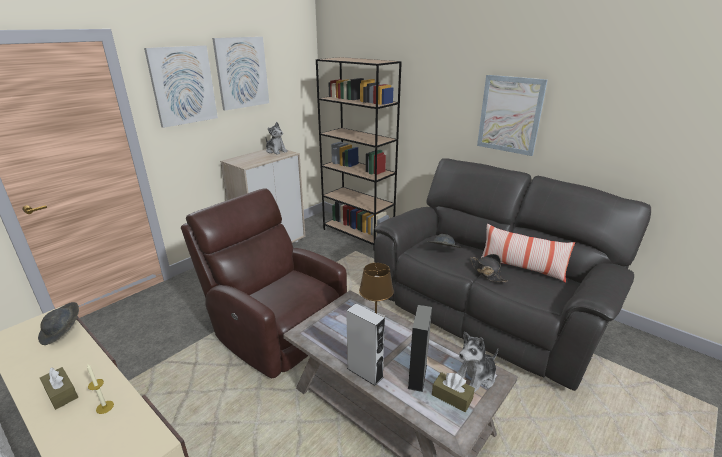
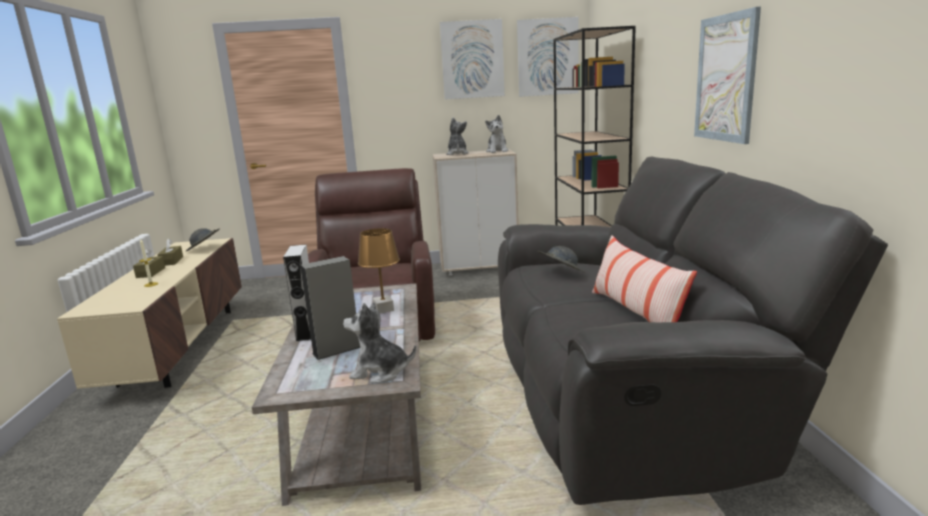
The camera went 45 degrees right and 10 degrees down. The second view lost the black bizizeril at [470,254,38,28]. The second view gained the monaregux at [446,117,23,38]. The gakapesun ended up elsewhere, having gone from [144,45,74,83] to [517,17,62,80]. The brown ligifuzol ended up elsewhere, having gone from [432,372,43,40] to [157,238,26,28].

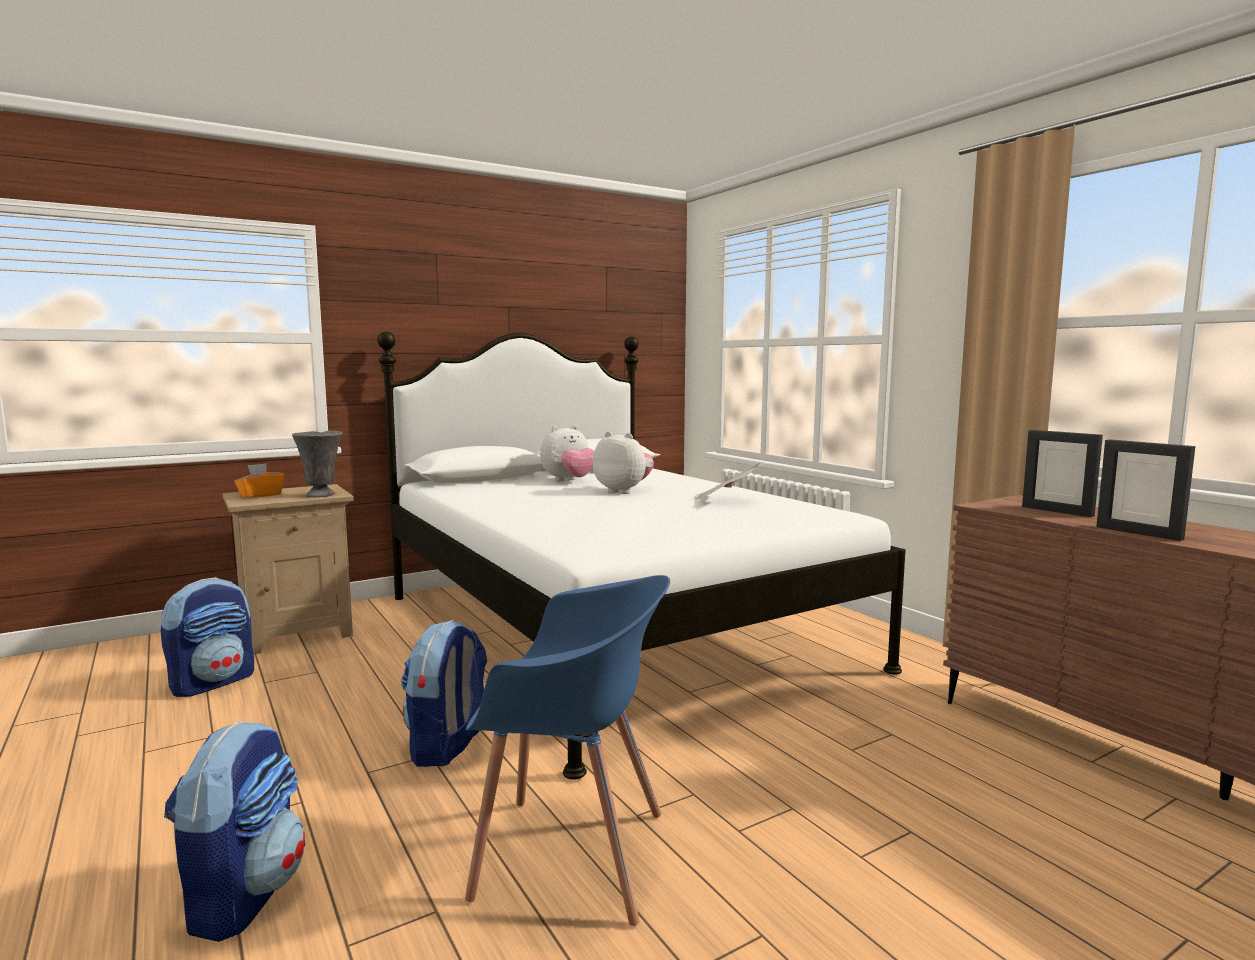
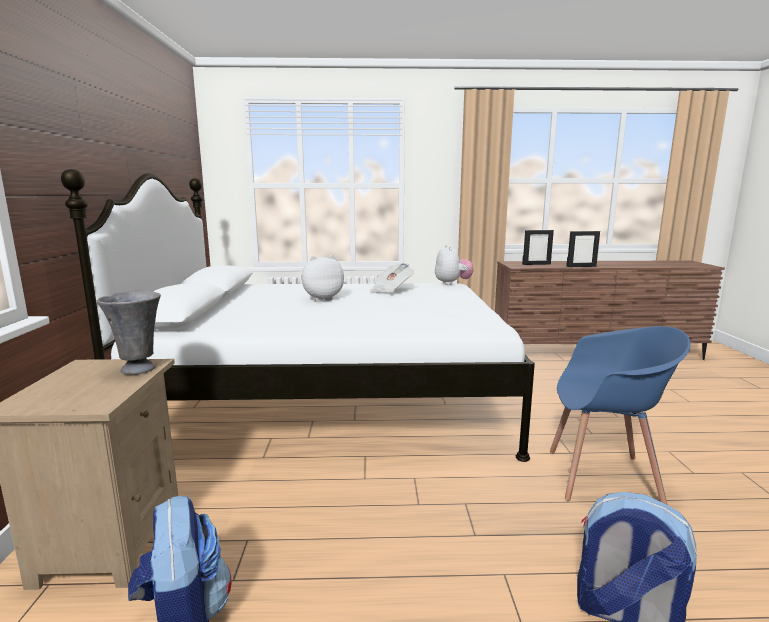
The camera went 60 degrees left and 5 degrees up. The second view lost the orange ligifuzol at [234,463,51,35]. The second view lost the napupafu at [401,620,87,147]. The monaregux ended up elsewhere, having gone from [540,425,54,57] to [435,245,38,40]. The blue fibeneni at [465,575,205,351] ended up facing another way, 60 degrees clockwise from before.

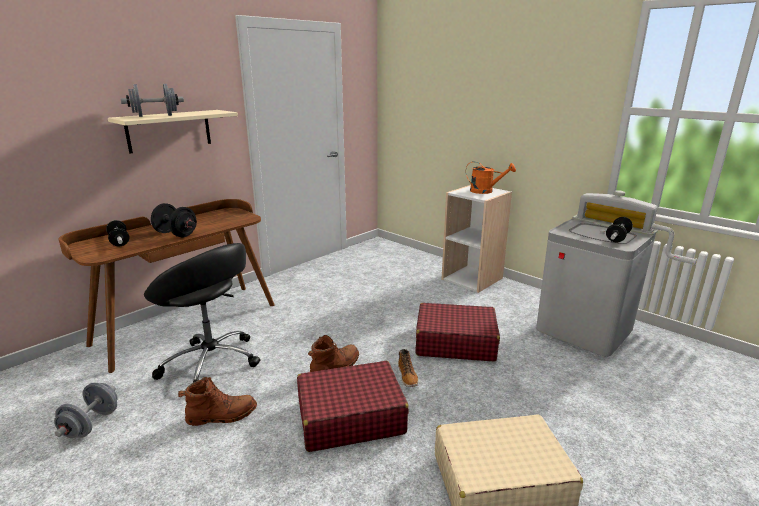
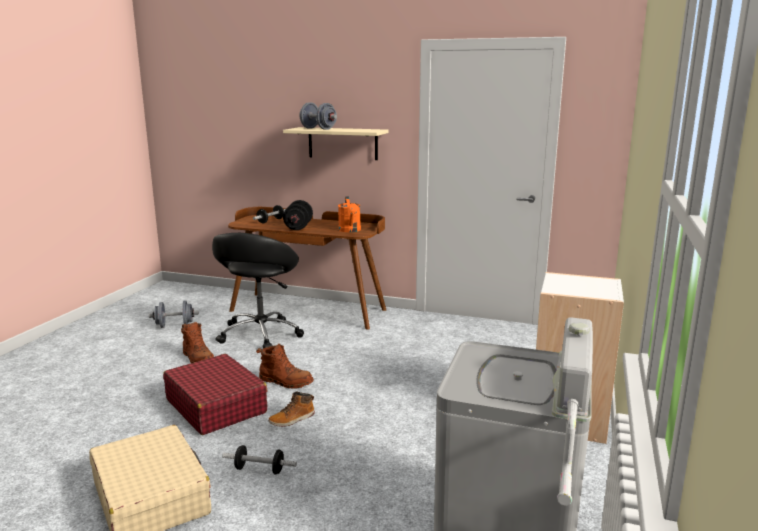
The camera went 65 degrees right and 5 degrees down. The second view lost the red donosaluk at [416,303,84,58]. The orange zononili ended up elsewhere, having gone from [466,161,50,33] to [338,196,23,36]. The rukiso ended up elsewhere, having gone from [606,217,27,26] to [222,445,75,29].

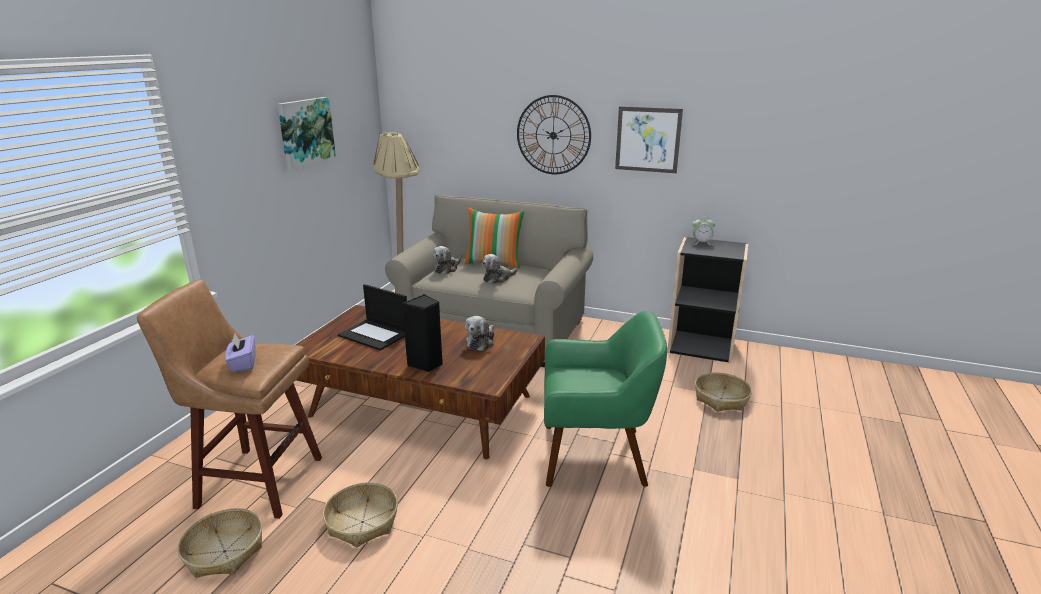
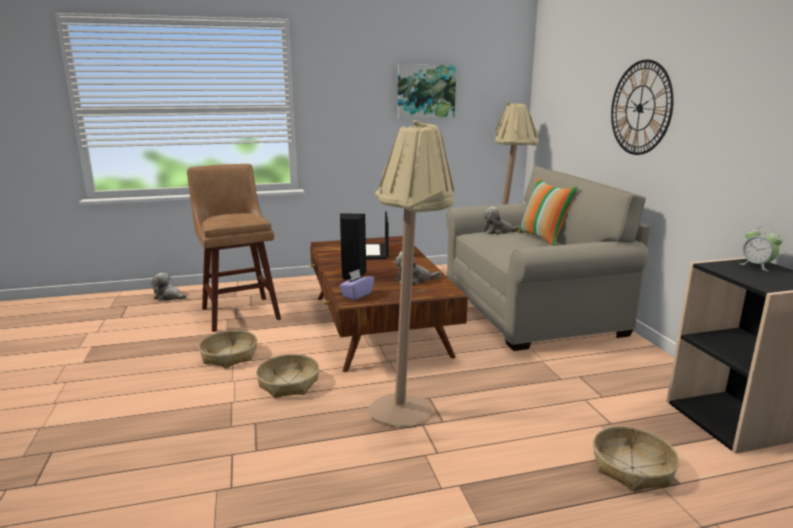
The camera went 55 degrees right and 5 degrees down. The second view lost the gakapesun at [615,106,68,67]. The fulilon ended up elsewhere, having gone from [178,508,85,70] to [256,354,63,44]. The purple ligifuzol ended up elsewhere, having gone from [225,334,31,38] to [339,269,35,31]. The monaregux ended up elsewhere, having gone from [482,254,36,30] to [151,273,36,28]. Where the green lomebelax stood at [544,311,123,176], the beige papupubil came to stand at [368,120,87,307].

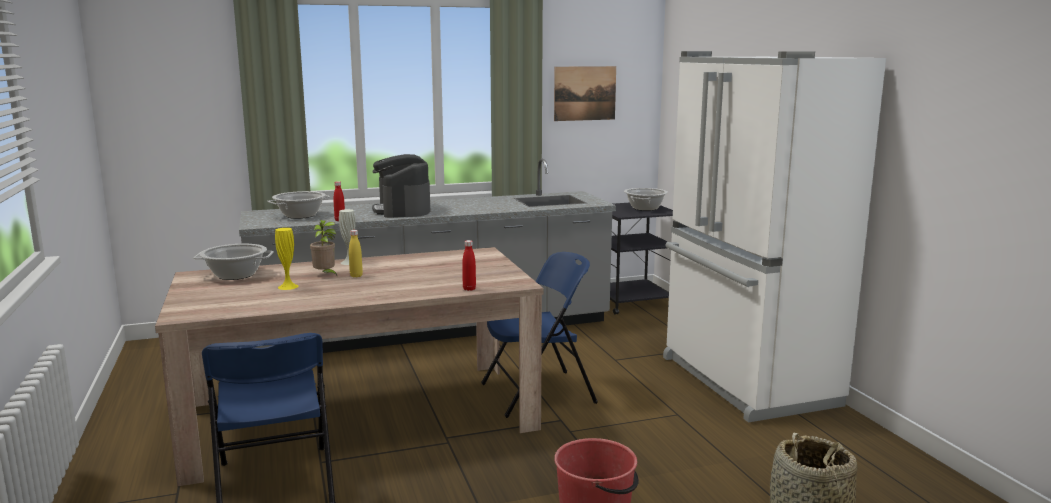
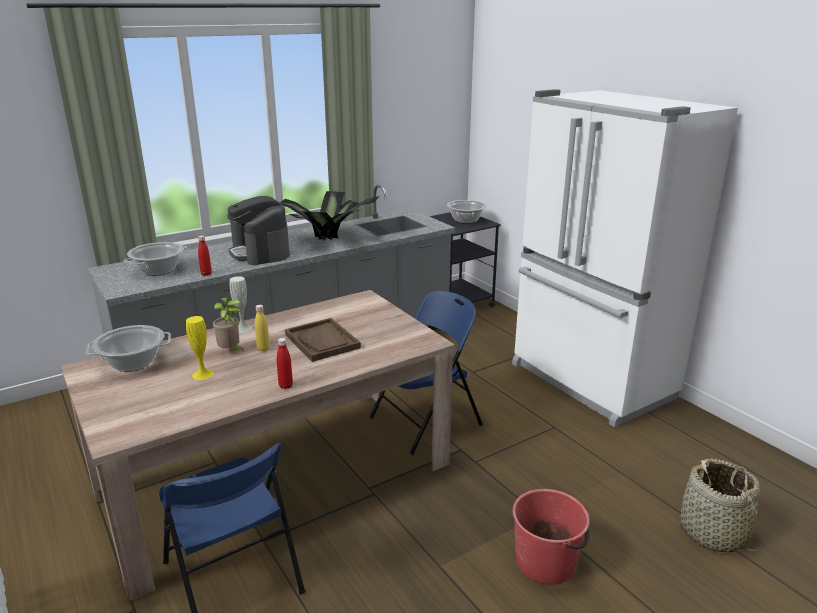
The camera went 15 degrees left and 10 degrees up. The second view lost the gakapesun at [554,66,62,55]. The second view gained the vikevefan at [280,191,100,49]. The second view gained the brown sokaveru at [285,318,76,44]. The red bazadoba ended up elsewhere, having gone from [462,240,14,51] to [277,338,16,51].

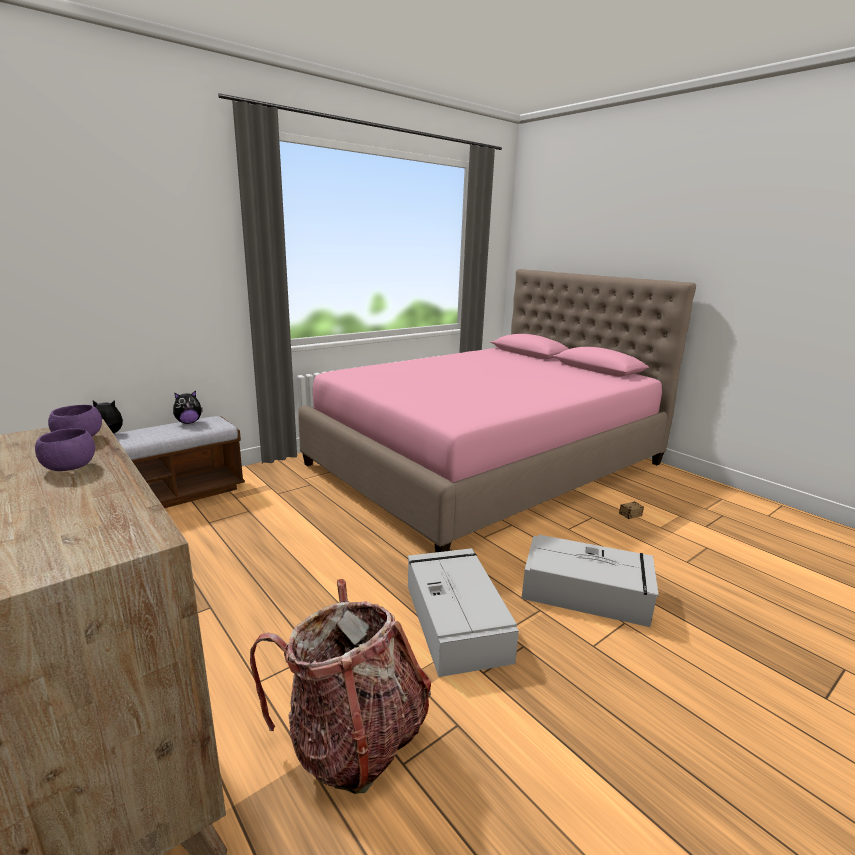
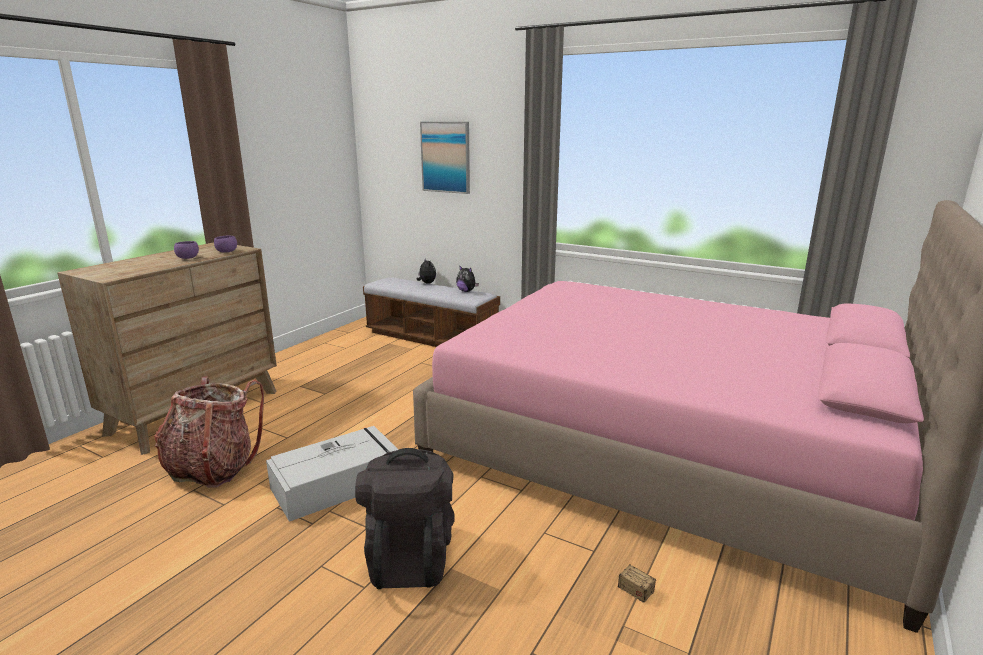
The camera went 70 degrees right and 0 degrees up. The second view gained the gakapesun at [420,122,50,72]. Where the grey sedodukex stood at [522,534,137,93], the black napupafu came to stand at [355,448,100,141].

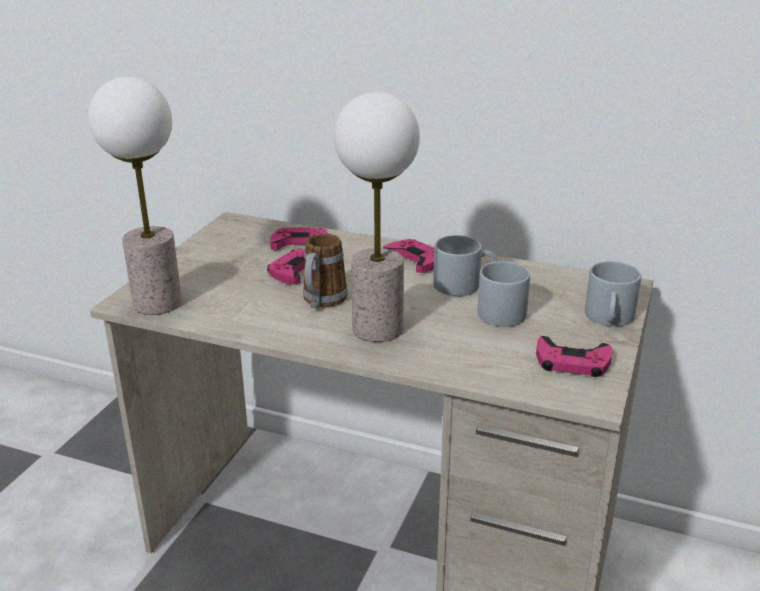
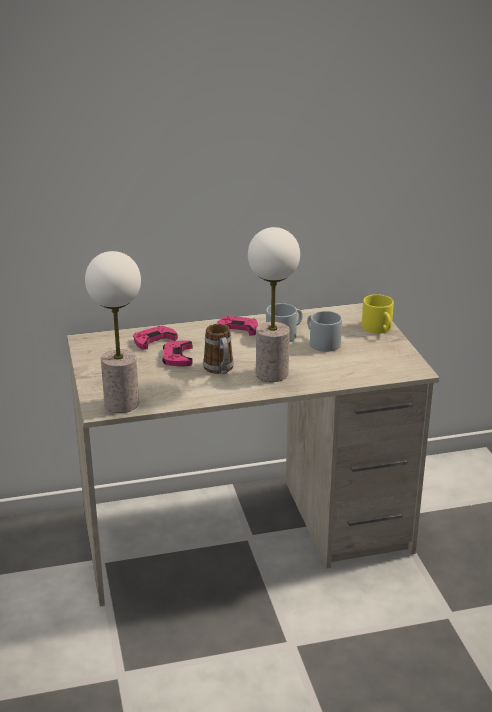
The camera went 35 degrees left and 0 degrees up. The second view lost the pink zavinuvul at [536,336,76,41]. What was the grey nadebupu at [585,261,56,66] turned into the yellow nadebupu at [362,294,32,40].

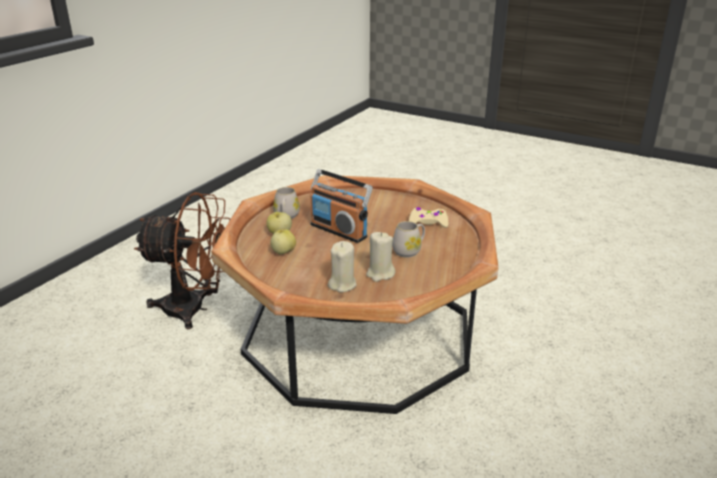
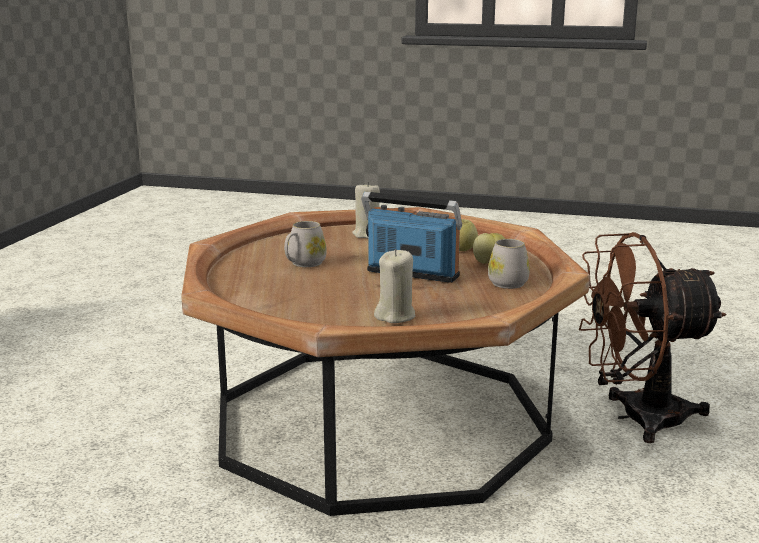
The camera went 165 degrees right and 10 degrees down. The second view lost the beige zavinuvul at [409,207,39,21]. The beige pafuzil ended up elsewhere, having gone from [366,232,29,50] to [374,249,41,74].

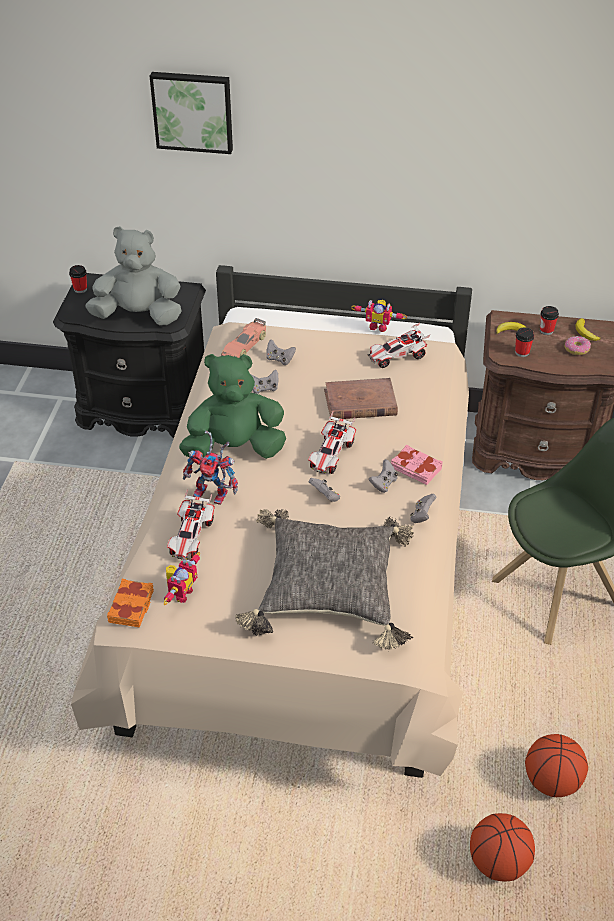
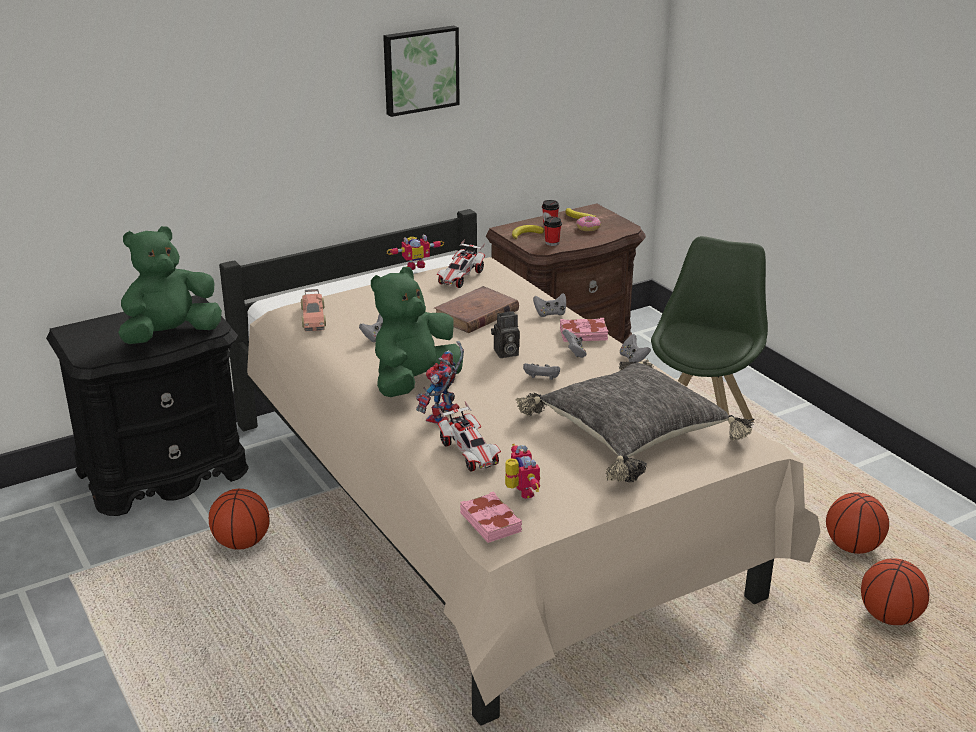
The camera went 40 degrees left and 15 degrees down. The second view lost the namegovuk at [69,265,18,28]. The second view gained the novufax at [209,489,61,61]. The gakapesun ended up elsewhere, having gone from [150,72,83,82] to [383,26,77,91]. The grey zavinuvul ended up elsewhere, having gone from [266,339,30,26] to [533,293,33,24]. Where the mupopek stood at [308,412,48,62], the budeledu came to stand at [491,311,29,47]. What was the grey monaregux at [85,226,97,99] turned into the green monaregux at [118,226,104,118]. What was the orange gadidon at [107,579,47,48] turned into the pink gadidon at [460,491,62,52]. The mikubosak at [183,430,55,75] ended up facing another way, 135 degrees clockwise from before.

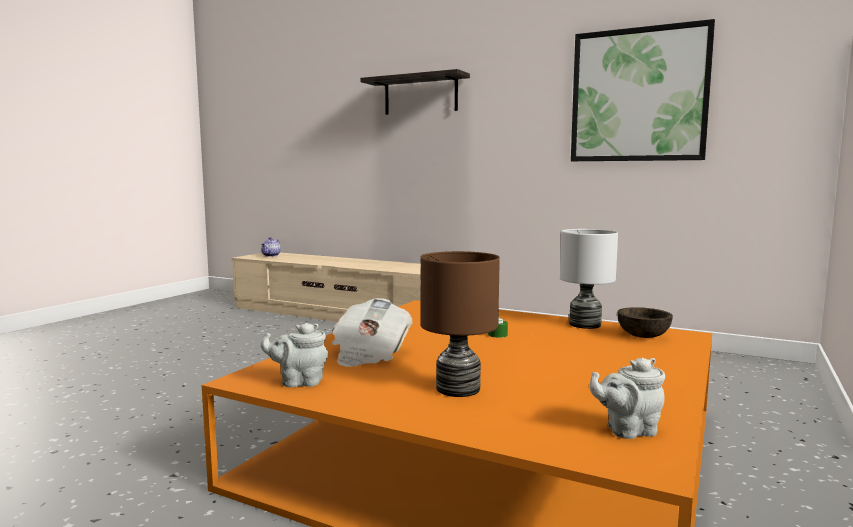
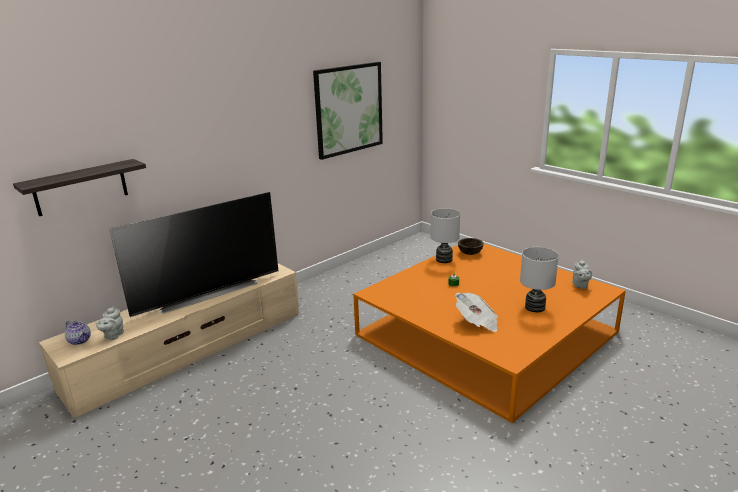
The camera went 70 degrees left and 15 degrees up. The second view gained the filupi at [109,192,169,125]. The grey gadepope ended up elsewhere, having gone from [261,323,67,64] to [96,306,28,34]. The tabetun ended up elsewhere, having gone from [360,69,110,46] to [13,159,133,57]. What was the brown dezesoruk at [421,251,79,146] turned into the grey dezesoruk at [520,247,39,65].

